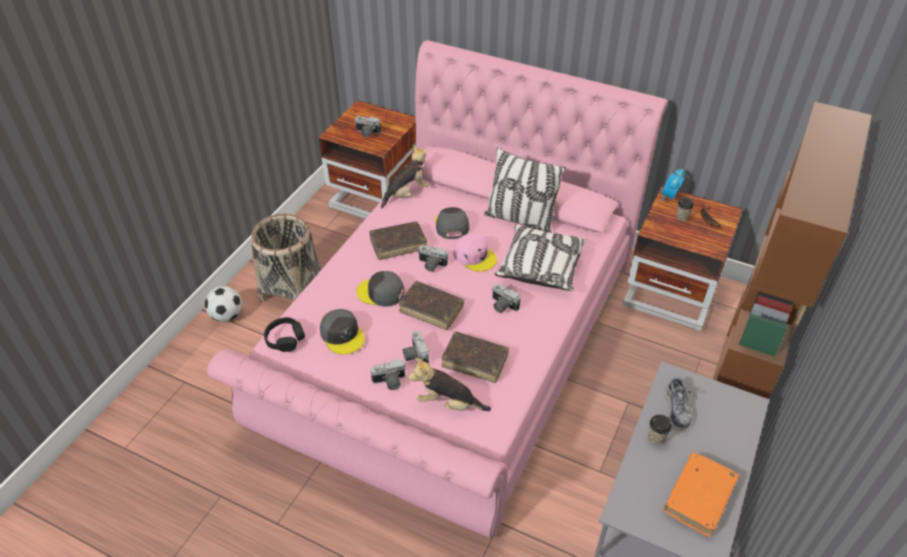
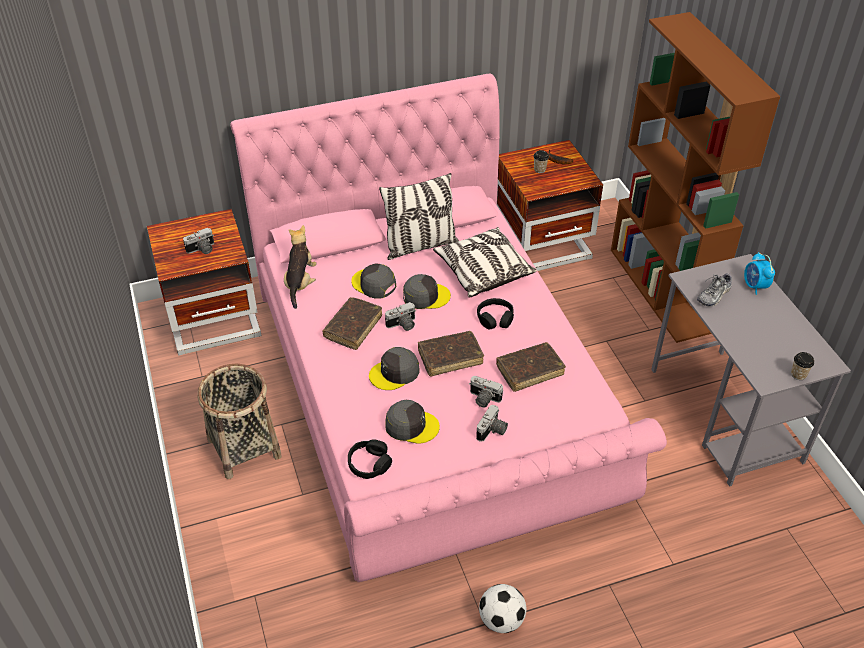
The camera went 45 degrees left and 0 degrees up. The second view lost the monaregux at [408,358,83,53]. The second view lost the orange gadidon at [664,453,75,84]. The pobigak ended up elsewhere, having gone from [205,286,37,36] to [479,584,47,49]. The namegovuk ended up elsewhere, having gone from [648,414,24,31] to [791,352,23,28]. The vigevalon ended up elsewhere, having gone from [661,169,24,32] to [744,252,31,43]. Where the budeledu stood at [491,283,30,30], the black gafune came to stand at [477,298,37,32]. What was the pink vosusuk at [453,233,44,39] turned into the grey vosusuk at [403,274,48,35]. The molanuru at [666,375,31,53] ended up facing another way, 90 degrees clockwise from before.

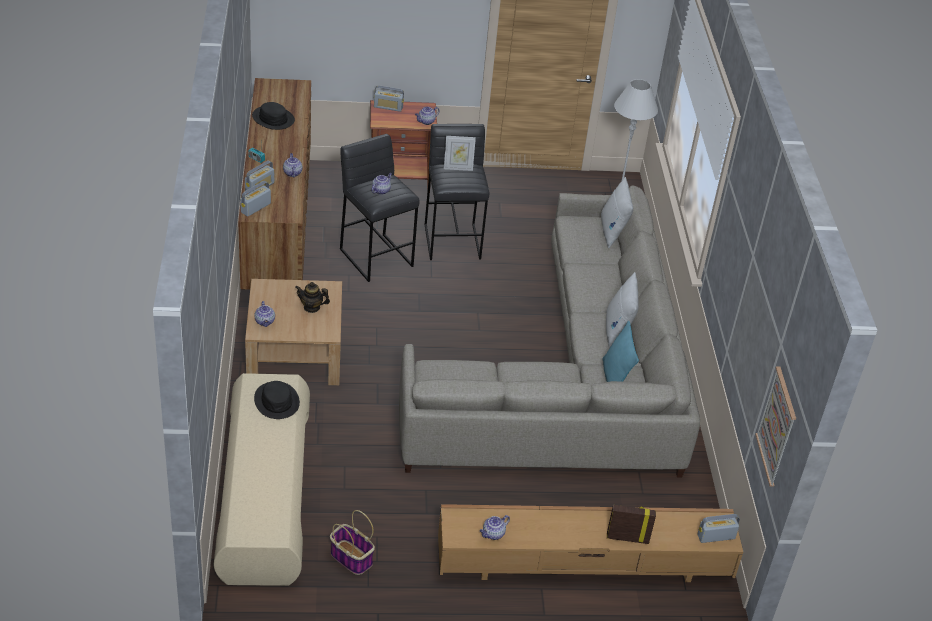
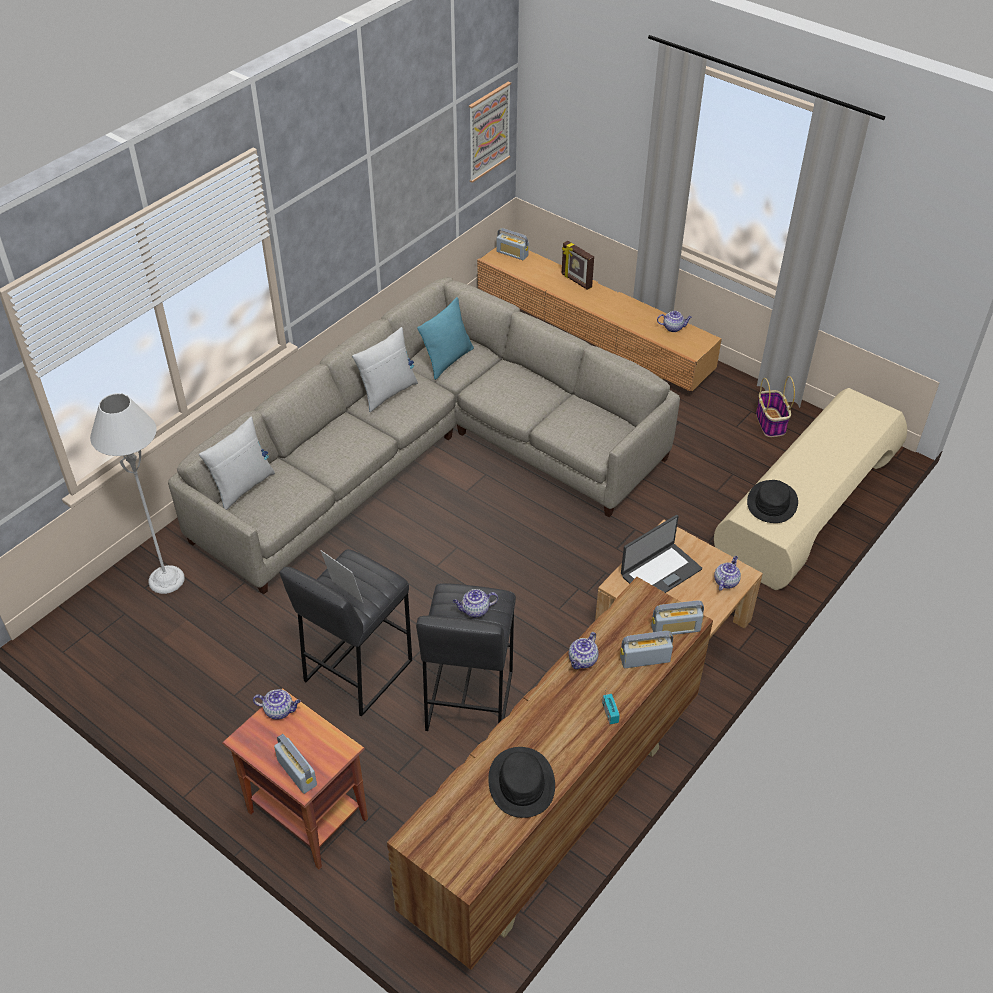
The camera went 135 degrees left and 5 degrees up. Where the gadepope stood at [295,282,35,31], the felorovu came to stand at [621,515,81,78].

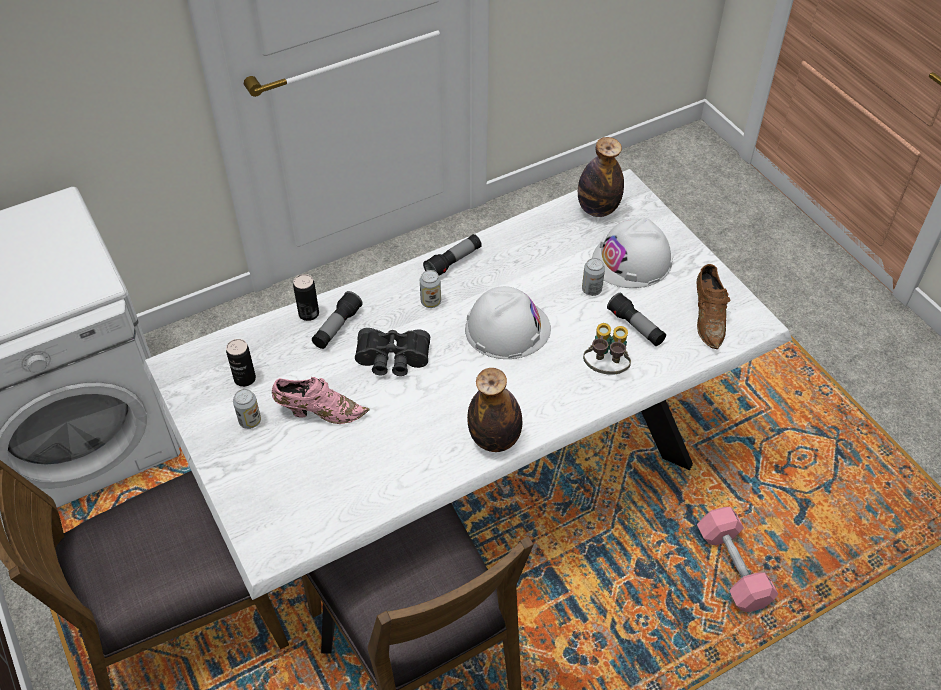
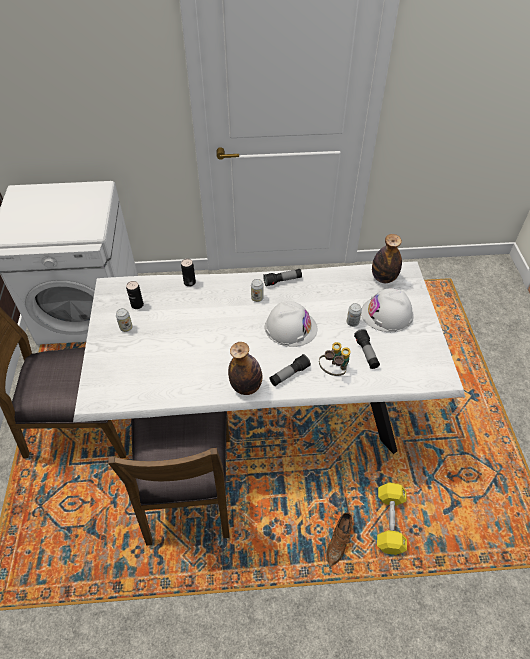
The camera went 25 degrees right and 0 degrees up. The second view lost the pink molanuru at [272,377,98,47]. The second view lost the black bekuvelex at [355,328,75,48]. The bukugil ended up elsewhere, having gone from [312,291,51,58] to [270,354,41,32]. The brown molanuru ended up elsewhere, having gone from [697,264,34,85] to [326,512,26,55]. What was the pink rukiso at [697,507,81,105] turned into the yellow rukiso at [377,483,30,72].

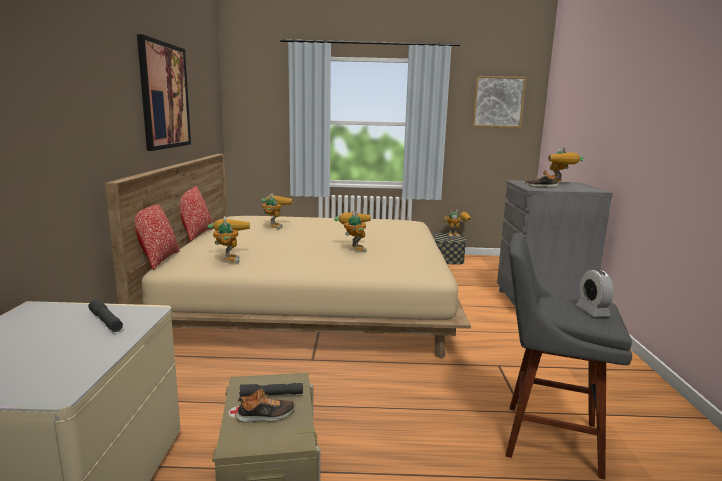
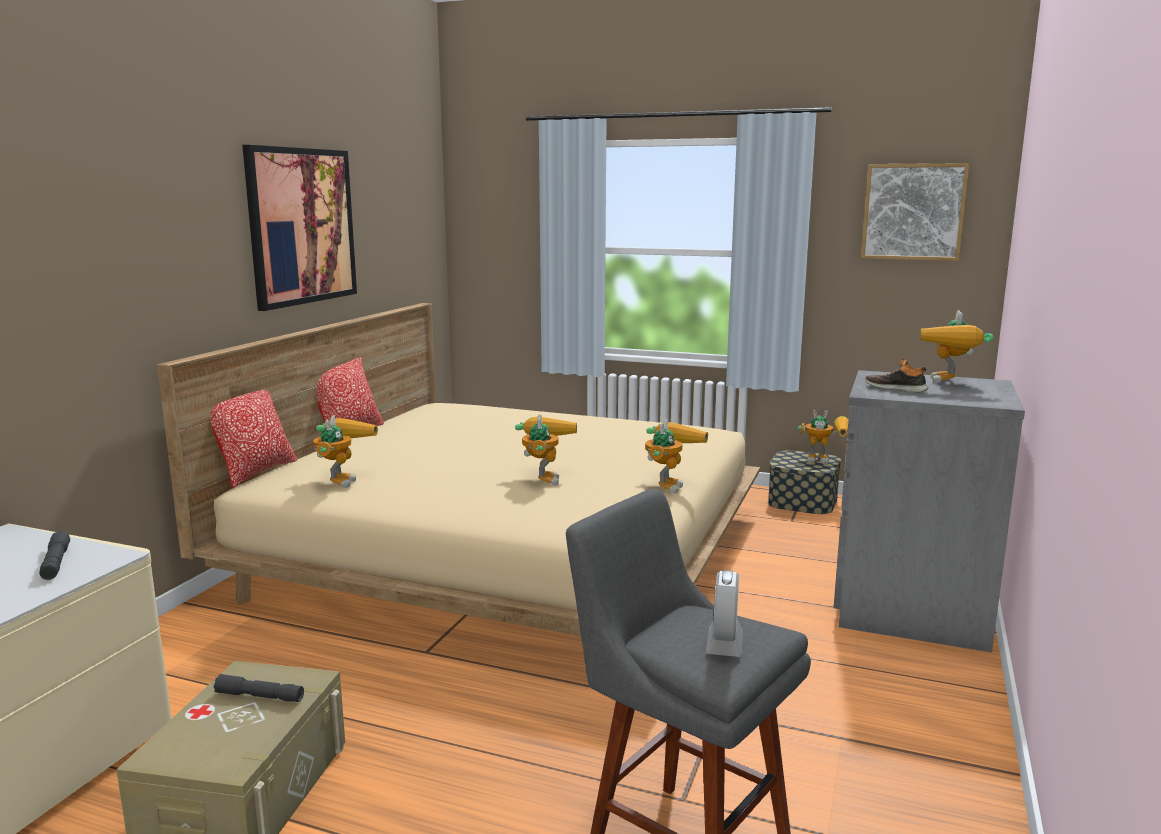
The camera went 20 degrees right and 0 degrees up. The second view lost the molanuru at [235,389,60,34]. The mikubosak ended up elsewhere, having gone from [261,193,32,37] to [645,419,63,75].

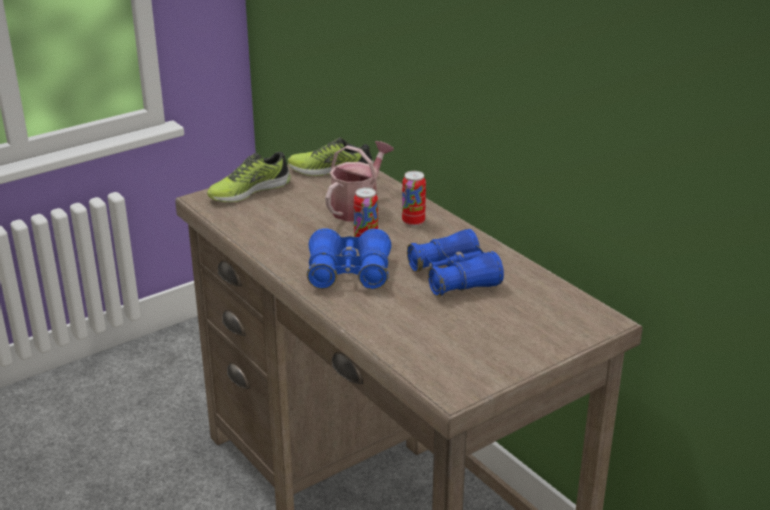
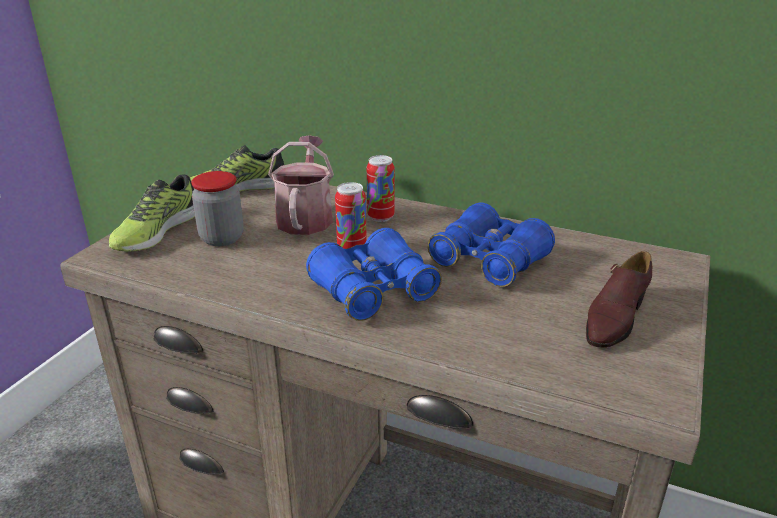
The camera went 30 degrees left and 0 degrees up. The second view gained the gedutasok at [191,171,52,75]. The second view gained the brown molanuru at [586,251,66,97].

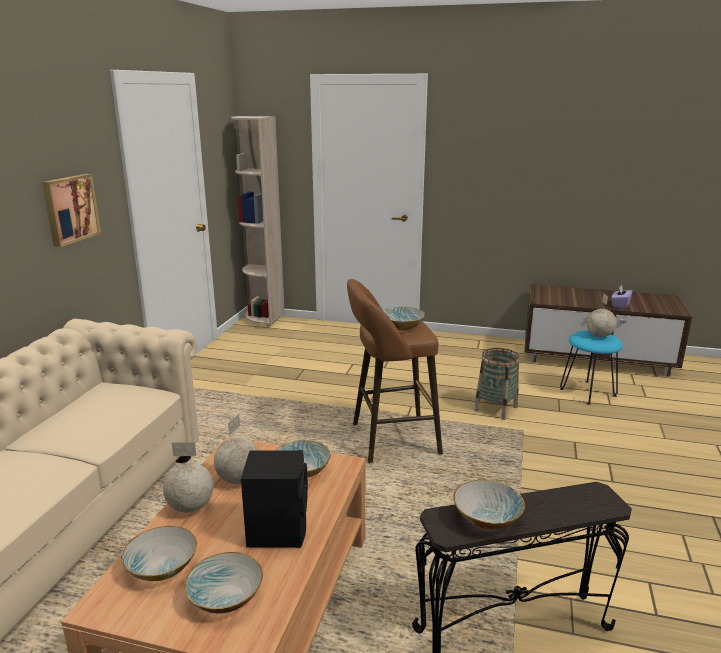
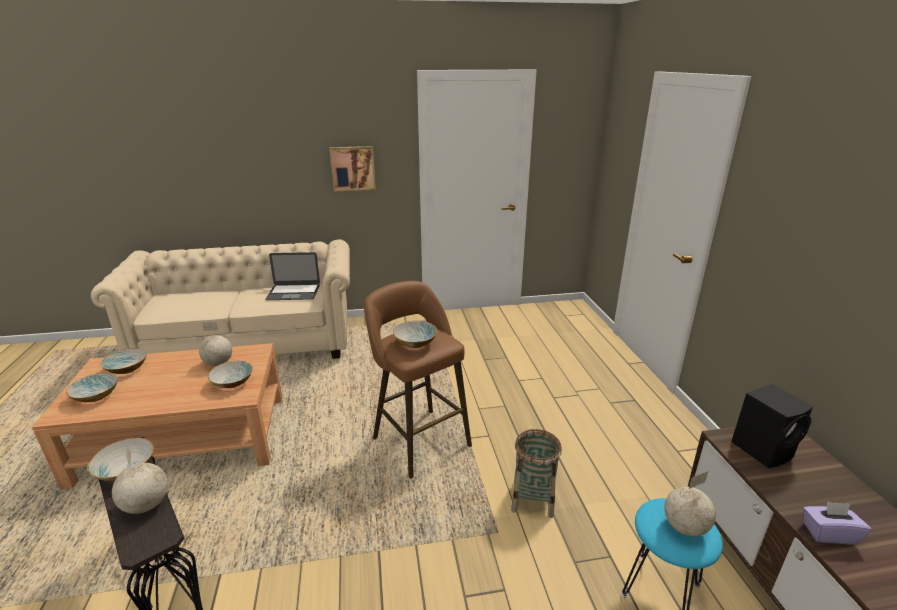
The camera went 65 degrees right and 5 degrees up. The second view lost the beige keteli at [231,116,53,211]. The second view gained the felorovu at [265,252,55,48]. The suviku ended up elsewhere, having gone from [163,442,51,71] to [112,443,56,71]. The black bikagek ended up elsewhere, having gone from [241,450,67,98] to [731,384,82,84].

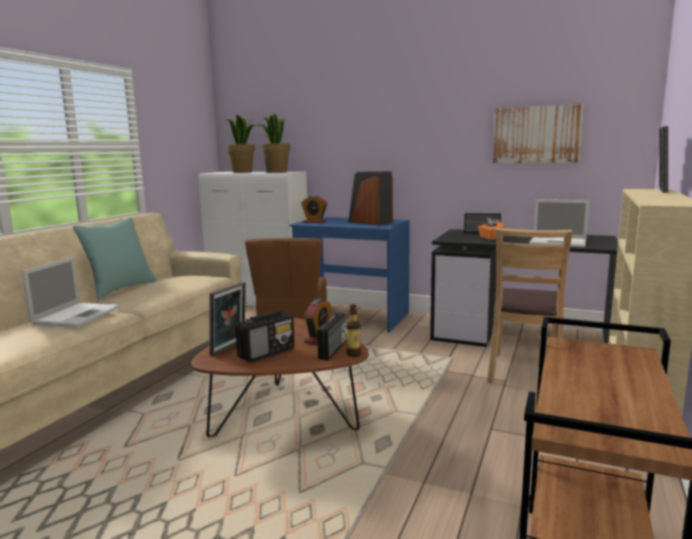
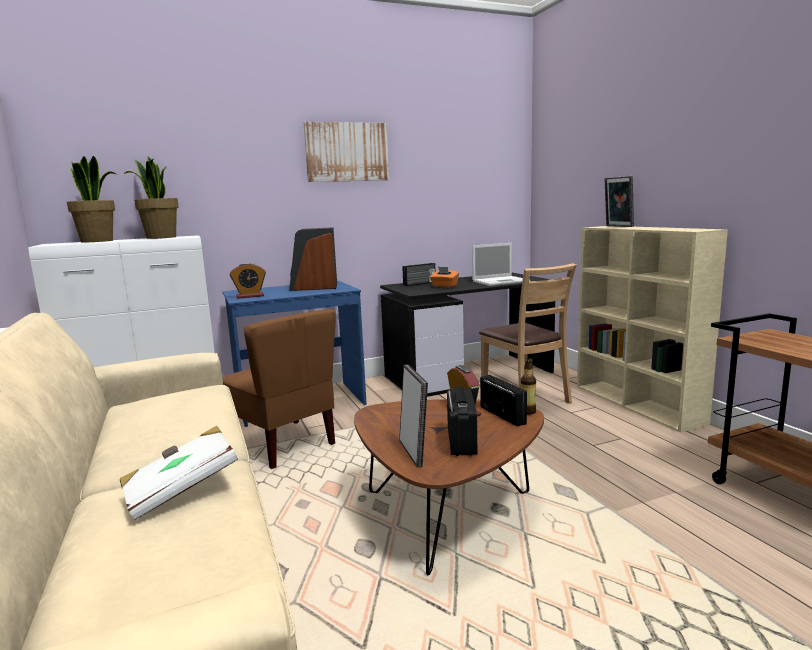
The camera went 45 degrees left and 0 degrees up. The second view lost the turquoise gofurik at [73,218,83,81]. The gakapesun ended up elsewhere, having gone from [493,104,91,59] to [303,122,86,60]. Where the felorovu stood at [22,257,99,71], the white gadidon came to stand at [120,426,118,94].

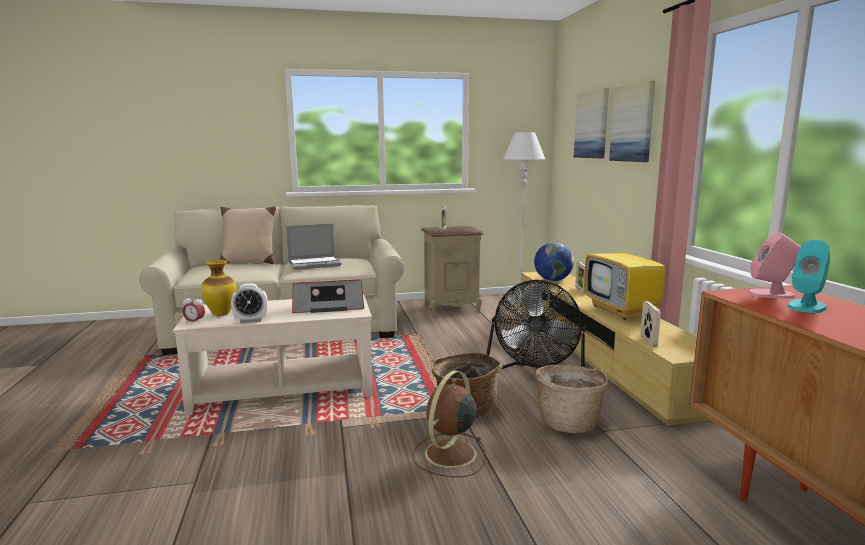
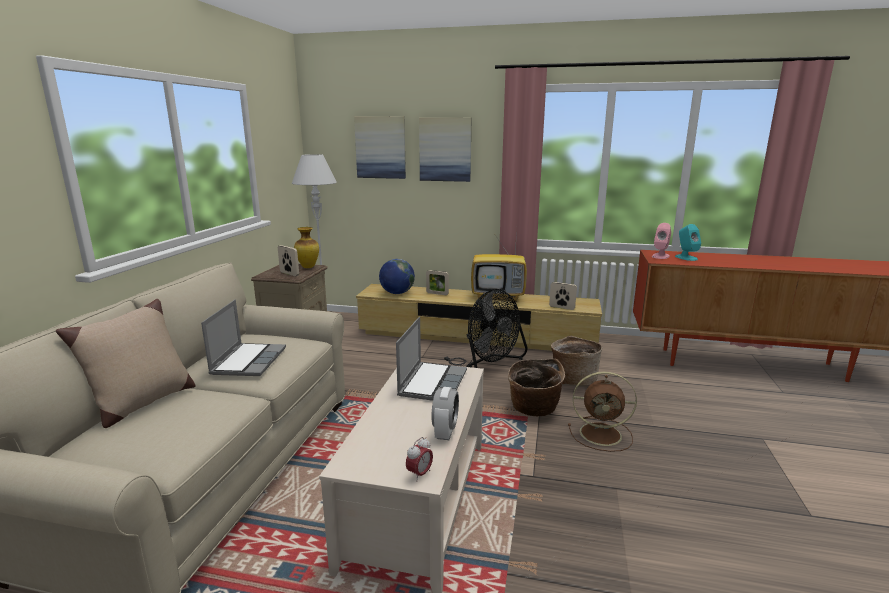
The camera went 65 degrees left and 5 degrees up. The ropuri ended up elsewhere, having gone from [201,260,36,56] to [294,227,25,41]. Where the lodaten stood at [292,280,72,33], the felorovu came to stand at [396,317,71,84]. The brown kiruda at [412,371,73,106] ended up facing another way, 45 degrees counterclockwise from before.

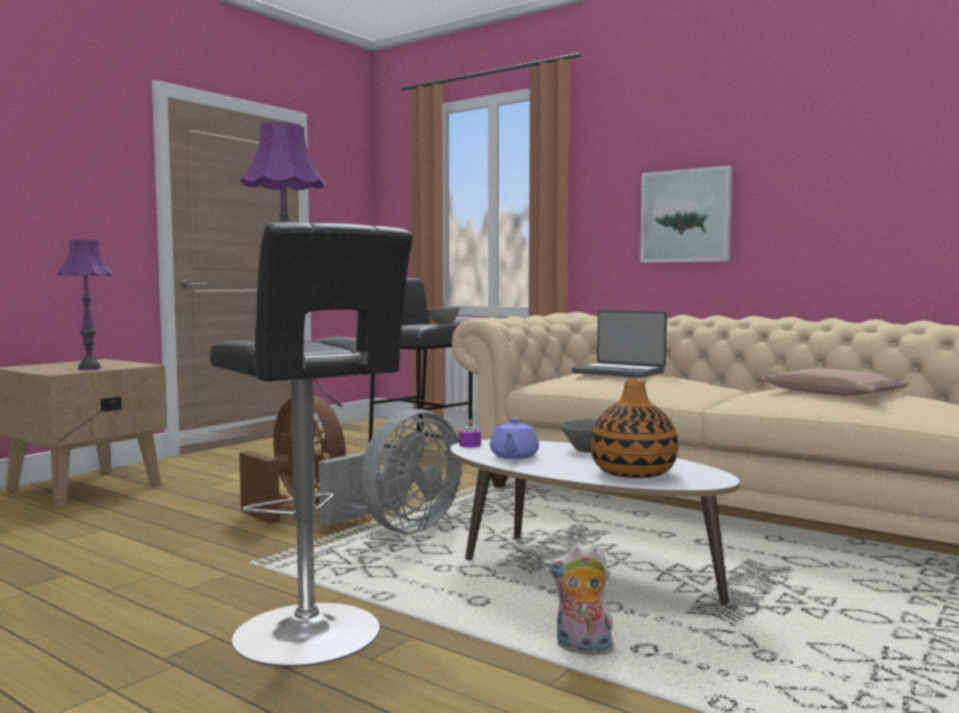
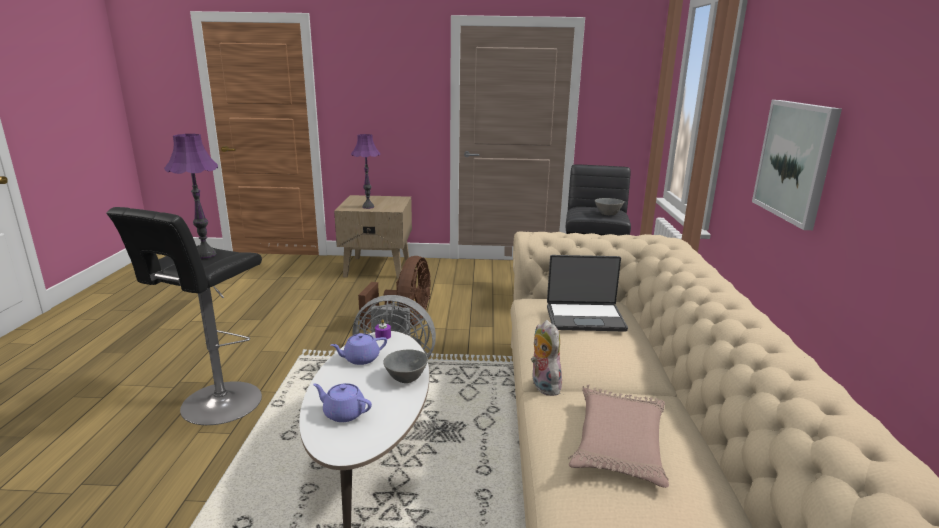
The camera went 55 degrees right and 15 degrees up. The monaregux ended up elsewhere, having gone from [548,543,65,112] to [531,320,31,76]. Where the ropuri stood at [590,380,88,98], the purple gadepope came to stand at [313,383,59,39]. The felorovu at [572,310,95,68] ended up facing another way, 90 degrees counterclockwise from before.

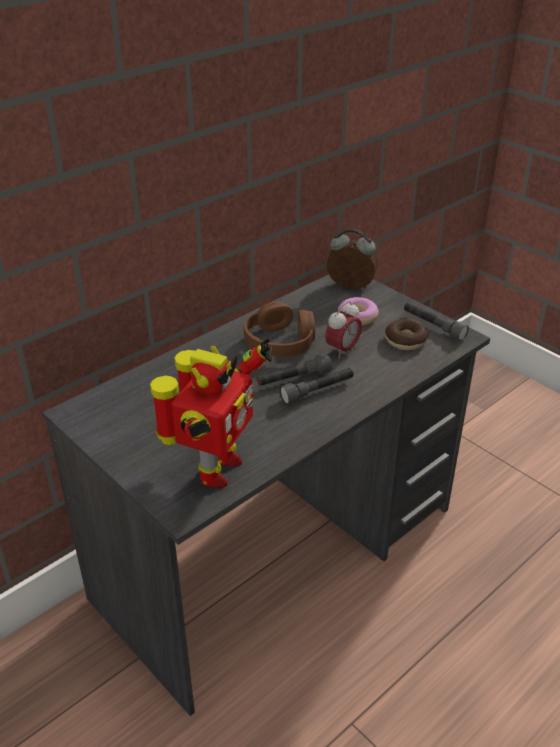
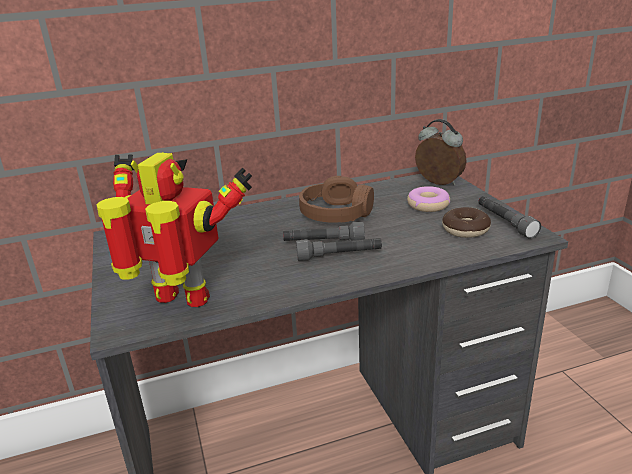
The camera went 25 degrees right and 10 degrees down. The second view lost the vigevalon at [325,301,37,58]. The mikubosak at [150,338,122,150] ended up facing another way, 120 degrees counterclockwise from before.

